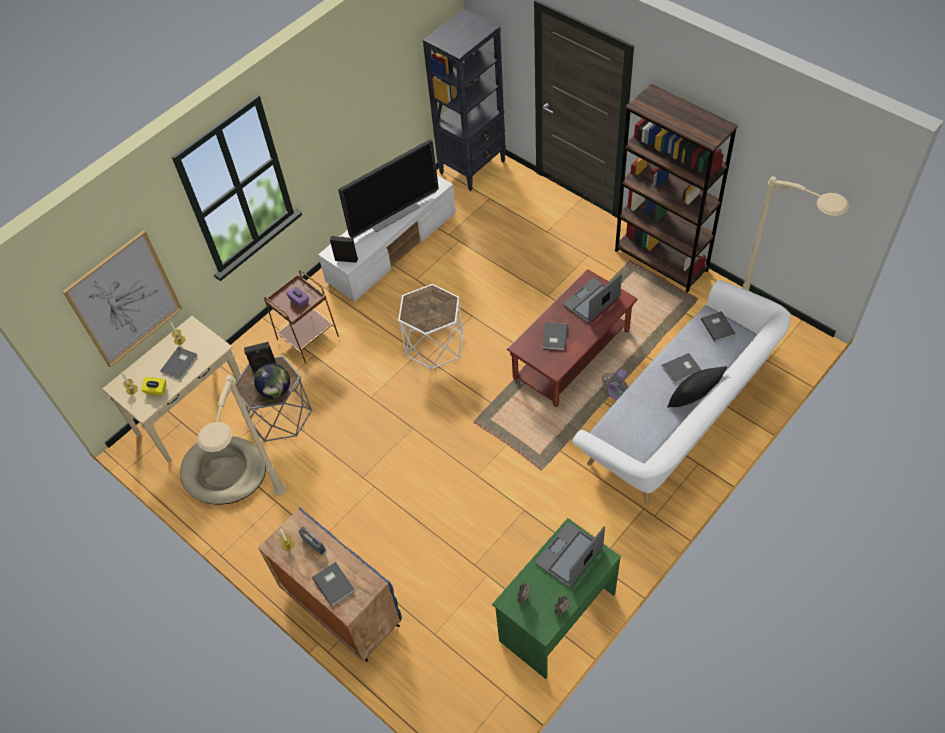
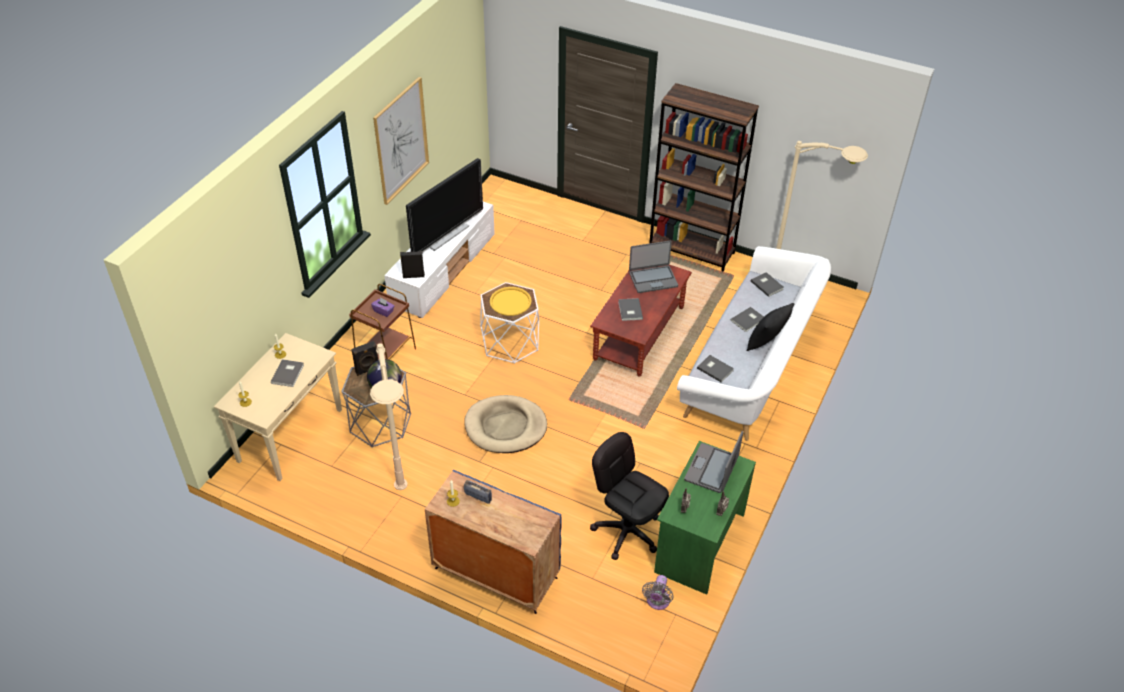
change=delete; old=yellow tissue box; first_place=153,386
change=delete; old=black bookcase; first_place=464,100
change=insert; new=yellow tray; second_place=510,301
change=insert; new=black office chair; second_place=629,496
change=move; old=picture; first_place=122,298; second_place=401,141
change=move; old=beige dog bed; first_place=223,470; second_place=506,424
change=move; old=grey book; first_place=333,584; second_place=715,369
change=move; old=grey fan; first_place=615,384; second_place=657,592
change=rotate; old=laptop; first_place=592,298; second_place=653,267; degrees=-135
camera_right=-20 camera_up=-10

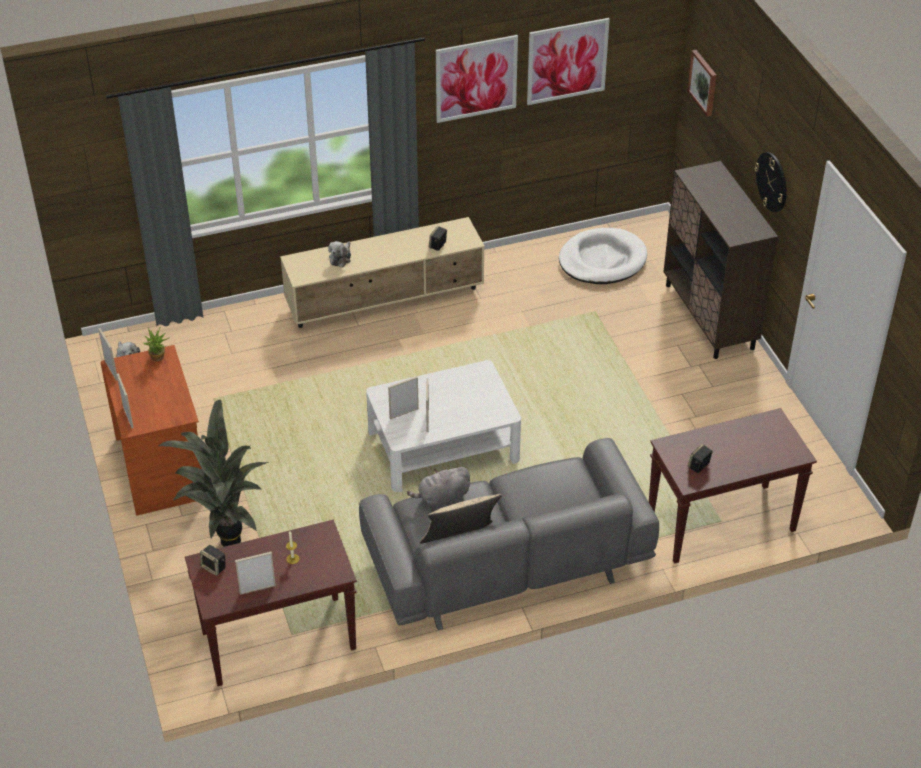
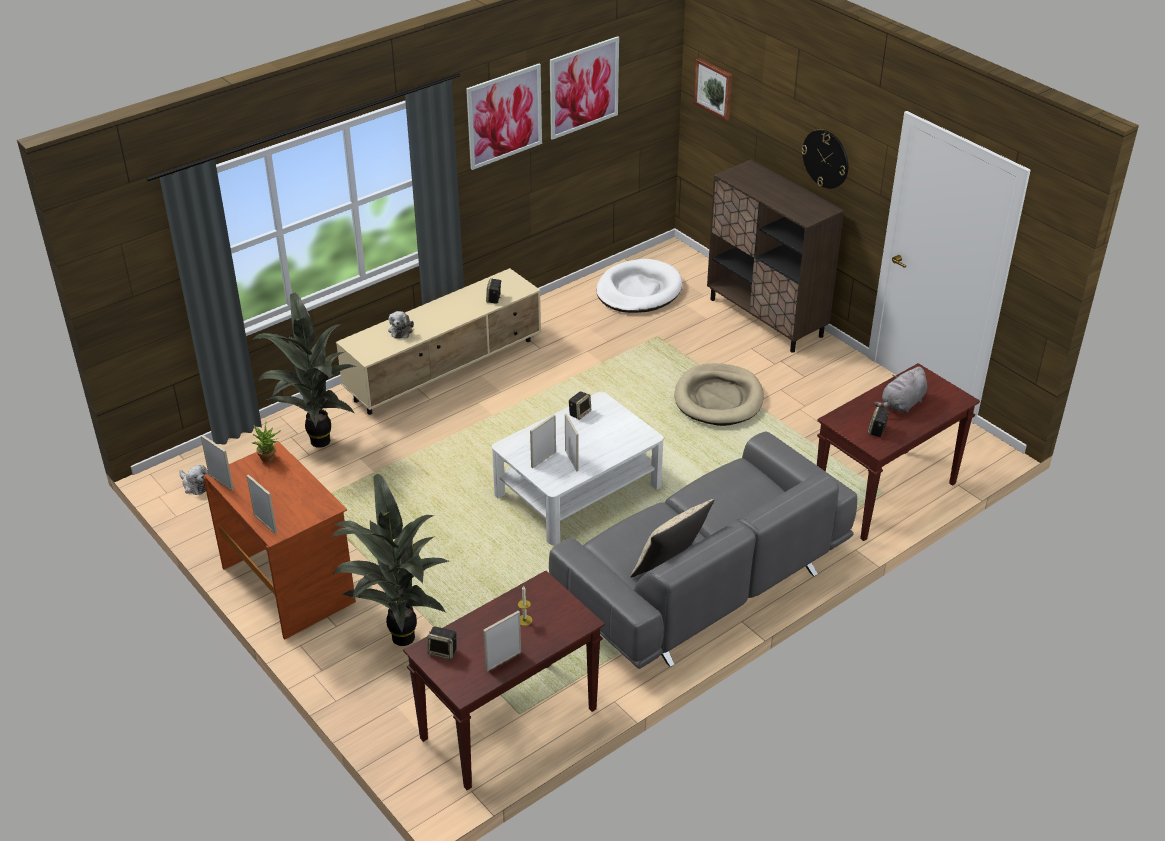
change=insert; new=potted plant; second_place=303,370
change=insert; new=speaker; second_place=580,405
change=insert; new=beige dog bed; second_place=719,394
change=move; old=grey plush toy; first_place=438,487; second_place=900,390
camera_right=-20 camera_up=-5

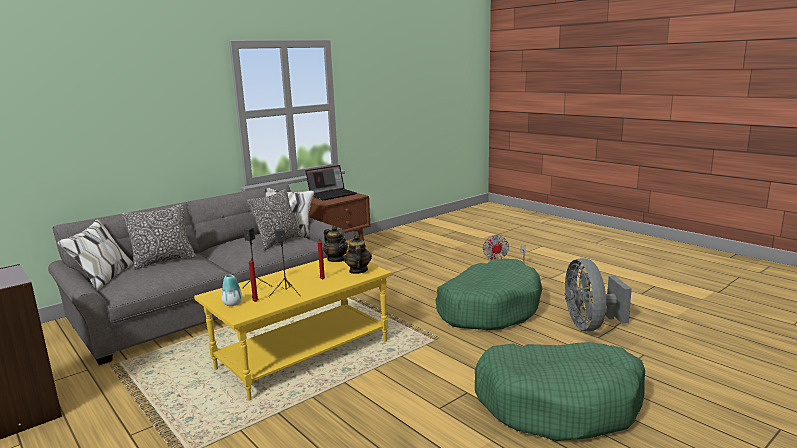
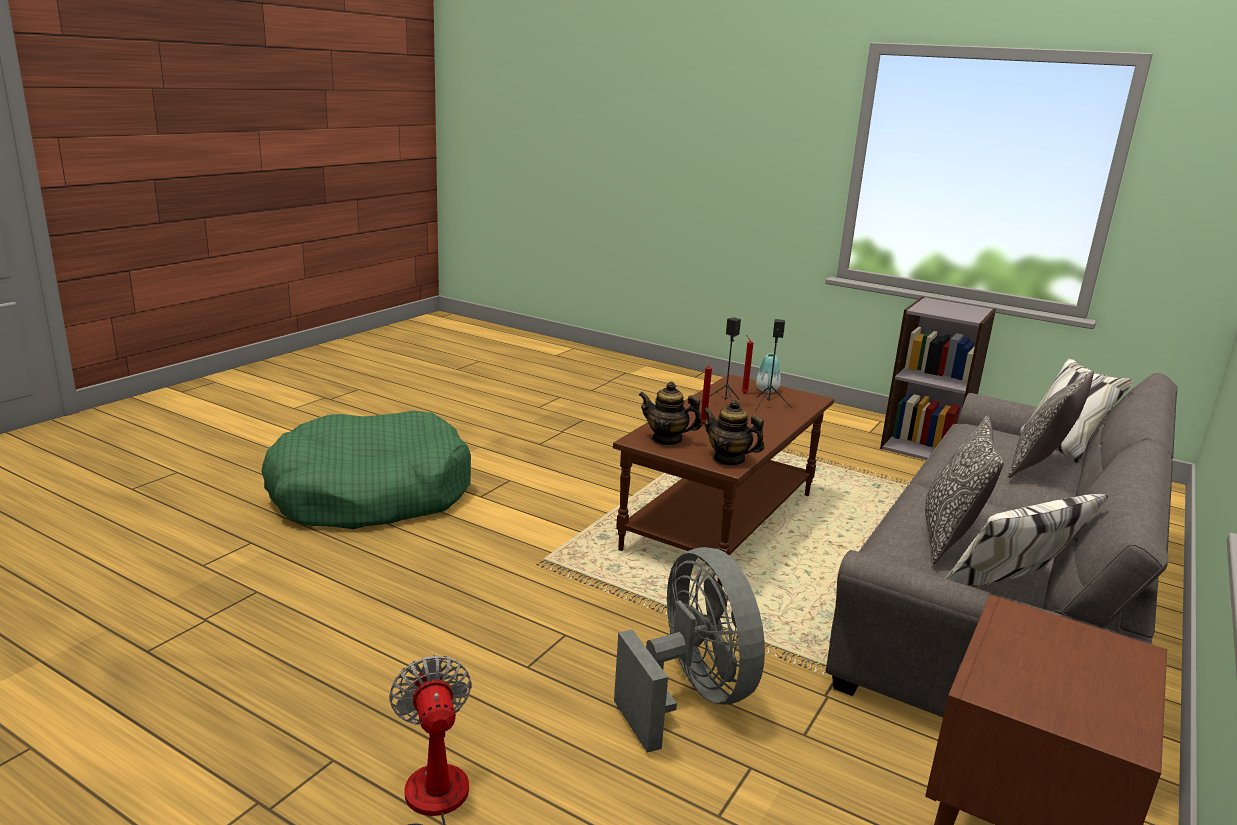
change=delete; old=laptop; first_place=331,182
change=delete; old=green dog bed; first_place=489,294
change=move; old=grey fan; first_place=598,294; second_place=689,650
change=recolor; old=yellow coffee table; new=brown coffee table; first_place=293,328; second_place=723,480
change=rotate; old=teapot; first_place=357,254; second_place=670,414; degrees=135
camera_right=160 camera_up=5

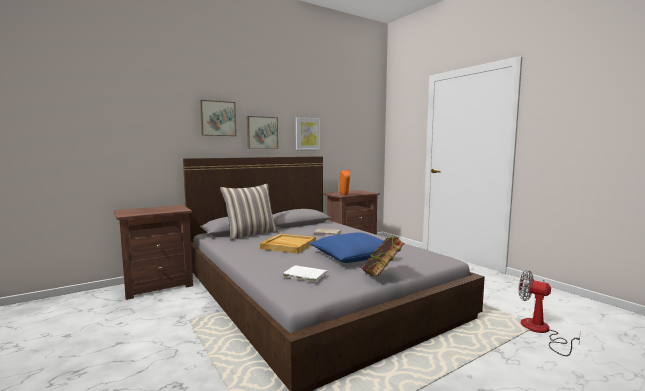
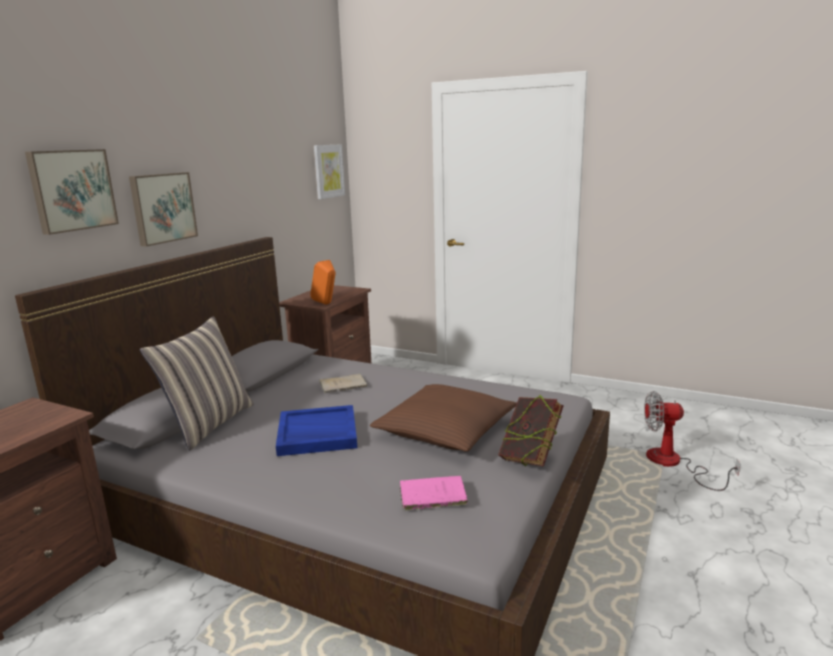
change=move; old=picture; first_place=308,133; second_place=329,171
change=recolor; old=beige tray; new=blue tray; first_place=288,244; second_place=316,430
change=recolor; old=white book; new=pink book; first_place=305,273; second_place=434,493
change=recolor; old=blue pillow; new=brown pillow; first_place=355,247; second_place=443,418
camera_right=-30 camera_up=10

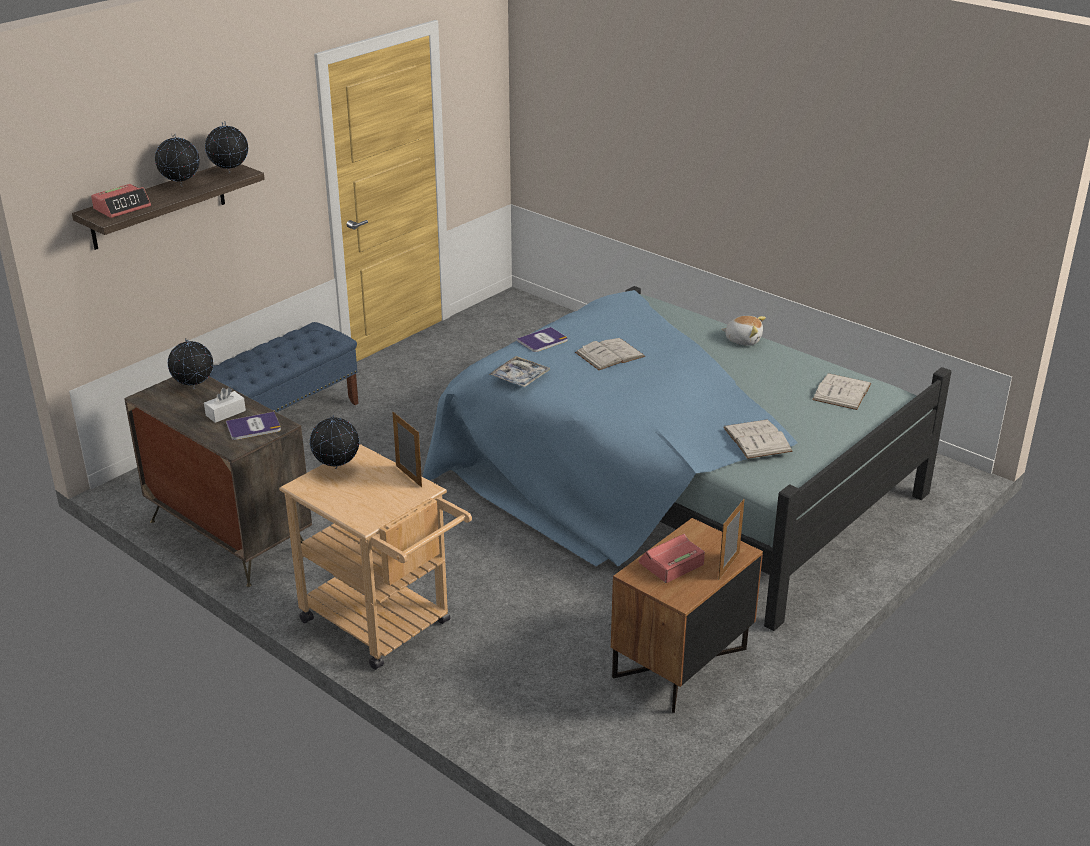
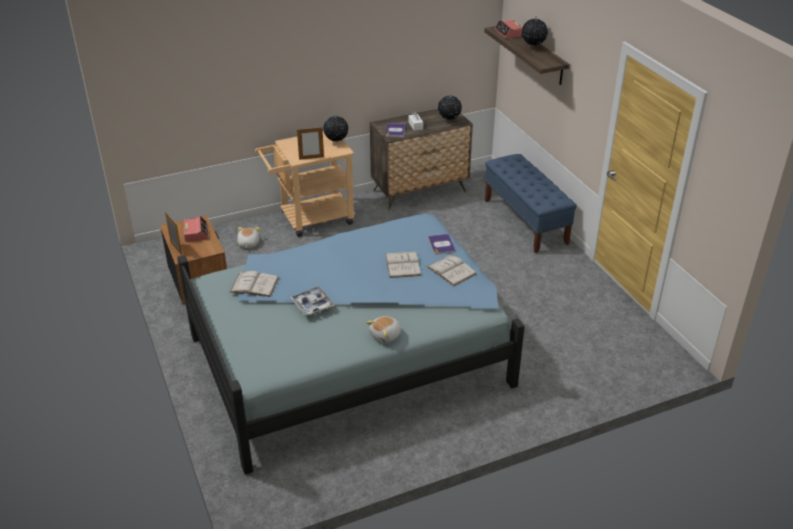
change=delete; old=globe; first_place=226,147
change=insert; new=plush toy; second_place=248,237
change=move; old=tray; first_place=519,371; second_place=312,301
change=move; old=white book; first_place=841,391; second_place=452,270
camera_right=115 camera_up=5

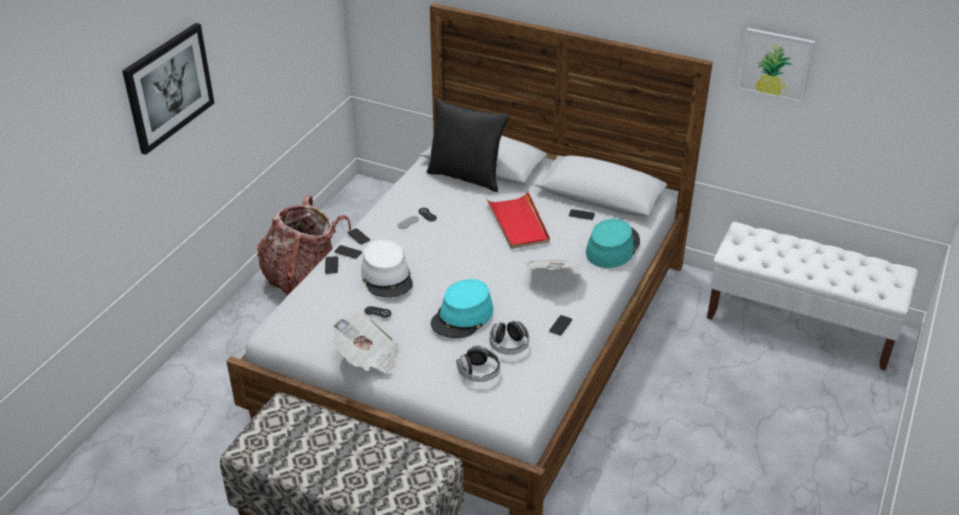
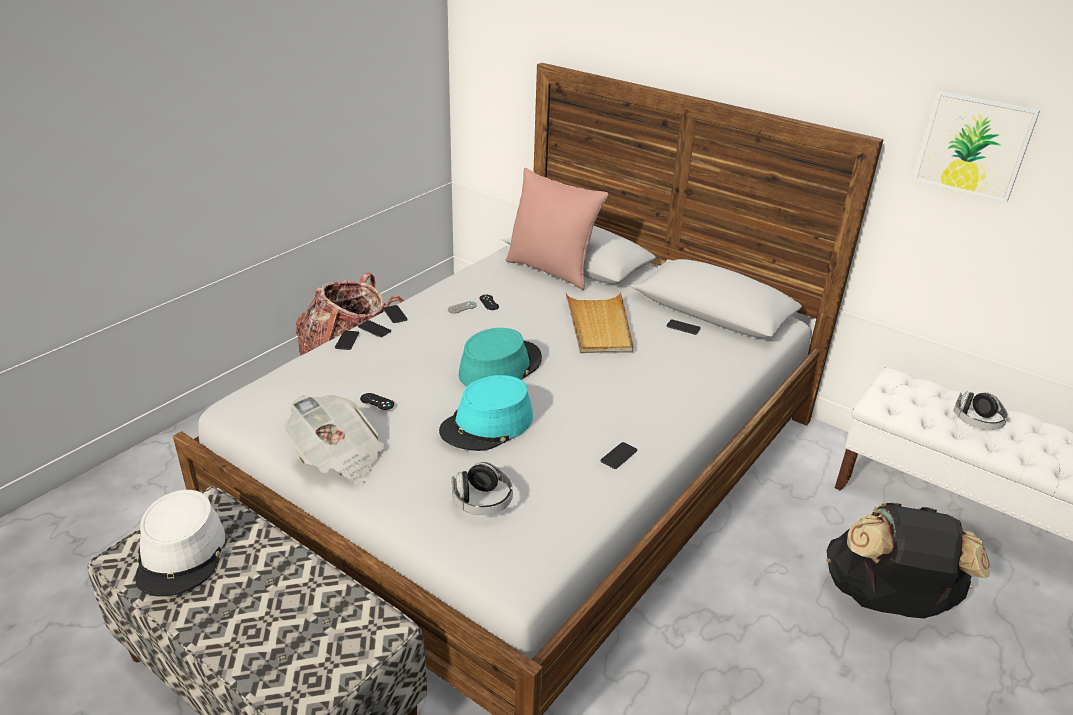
change=delete; old=picture; first_place=168,89
change=delete; old=newspaper; first_place=555,264
change=insert; new=black backpack; second_place=908,560
change=move; old=white hat; first_place=387,268; second_place=180,543
change=move; old=headphones; first_place=509,338; second_place=980,411
change=move; old=turquoise hat; first_place=613,243; second_place=500,357
change=recolor; old=black pillow; new=pink pillow; first_place=468,145; second_place=557,229
change=recolor; old=red tray; new=beige tray; first_place=518,220; second_place=599,322
camera_right=10 camera_up=-5

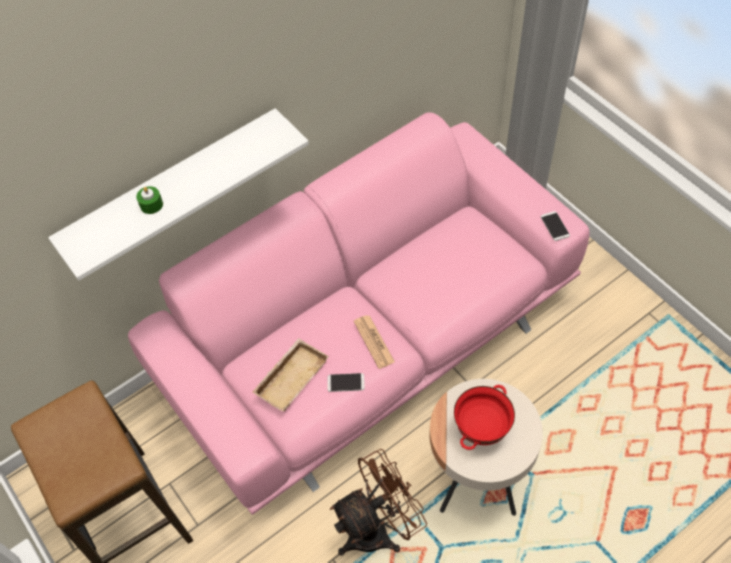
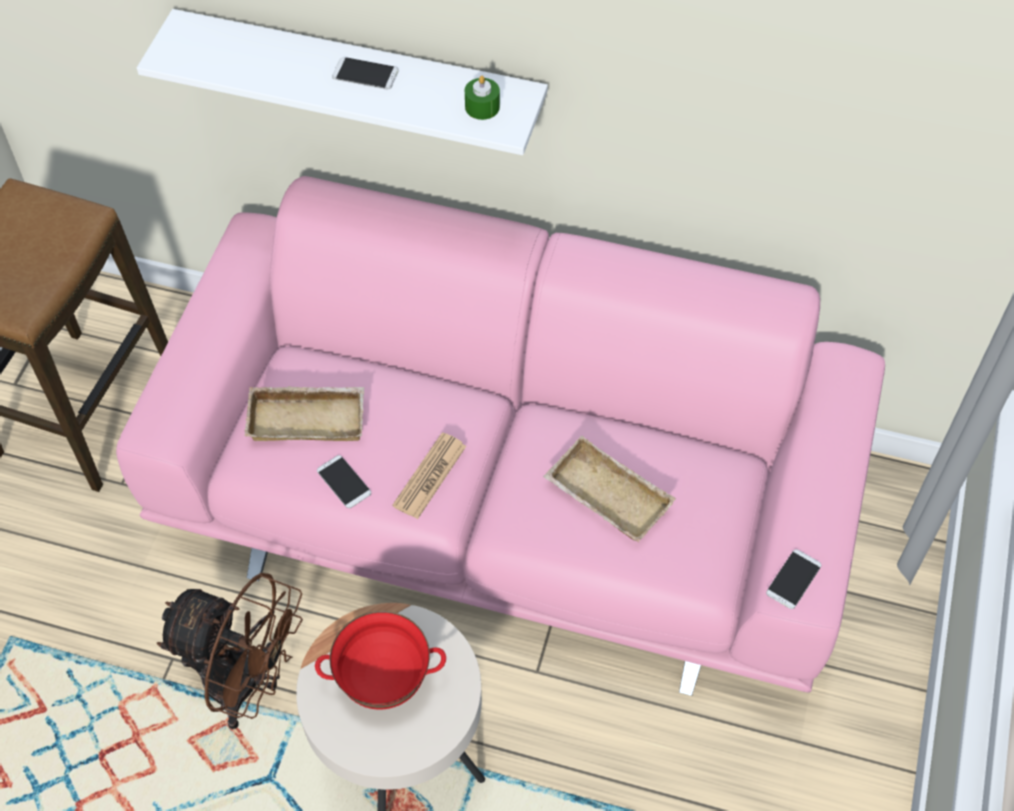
change=insert; new=phone; second_place=365,73
change=insert; new=beige tray; second_place=609,488
change=move; old=green candle; first_place=149,200; second_place=482,98
camera_right=50 camera_up=0

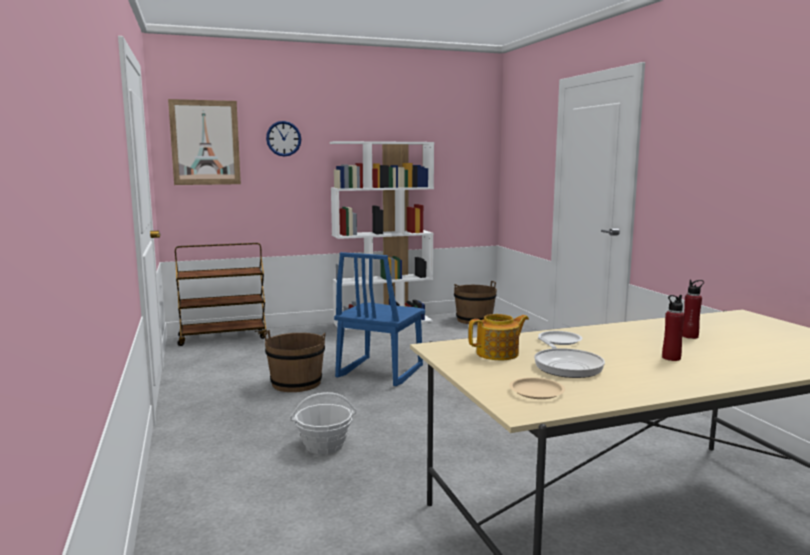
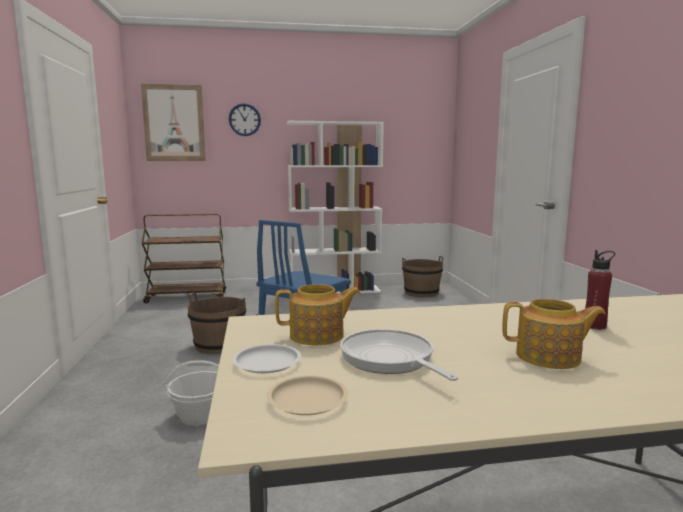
change=move; old=white plate; first_place=560,338; second_place=266,358
change=replace; old=red bottle; new=teapot; first_place=673,328; second_place=554,334
change=rotate; old=frying pan; first_place=569,357; second_place=399,355; degrees=150
camera_right=10 camera_up=0

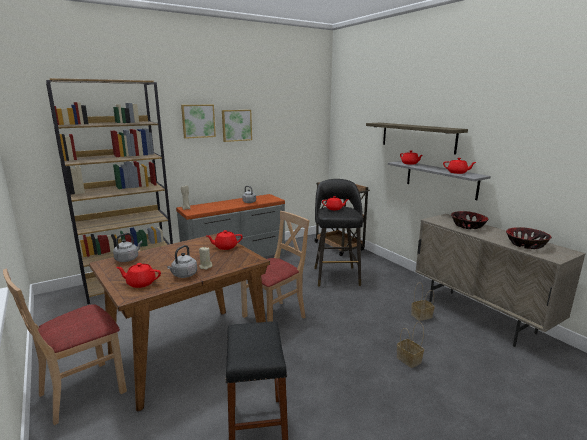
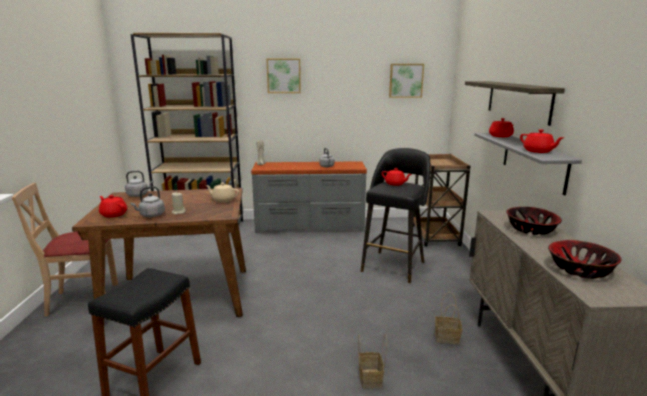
change=delete; old=beige chair; first_place=275,266
change=move; old=picture; first_place=237,126; second_place=406,81
change=recolor; old=red teapot; new=beige teapot; first_place=225,240; second_place=222,192
camera_right=30 camera_up=0

